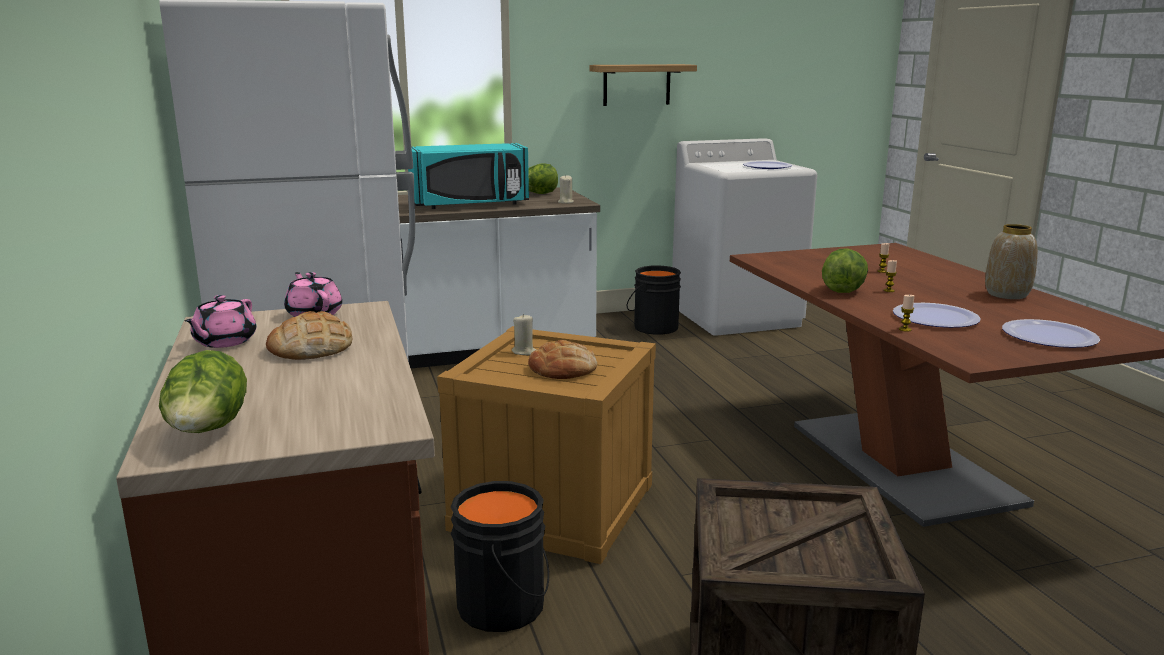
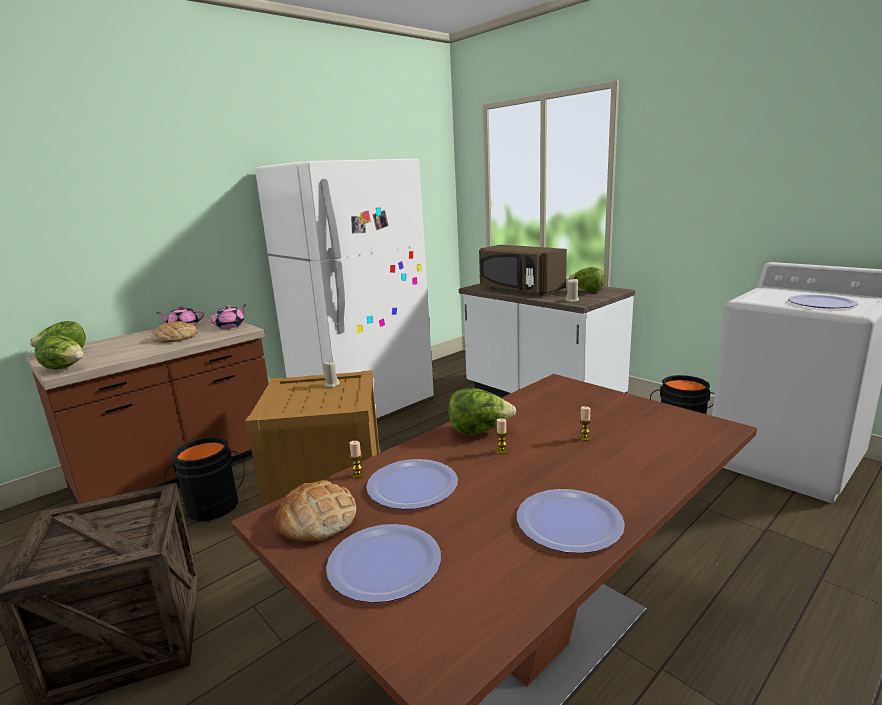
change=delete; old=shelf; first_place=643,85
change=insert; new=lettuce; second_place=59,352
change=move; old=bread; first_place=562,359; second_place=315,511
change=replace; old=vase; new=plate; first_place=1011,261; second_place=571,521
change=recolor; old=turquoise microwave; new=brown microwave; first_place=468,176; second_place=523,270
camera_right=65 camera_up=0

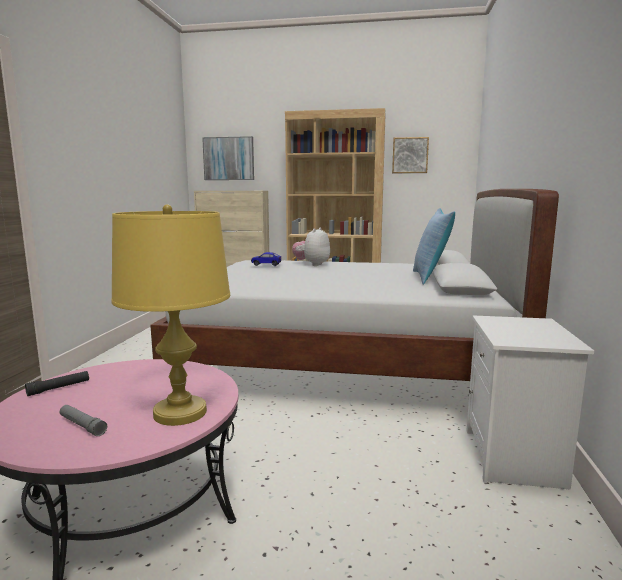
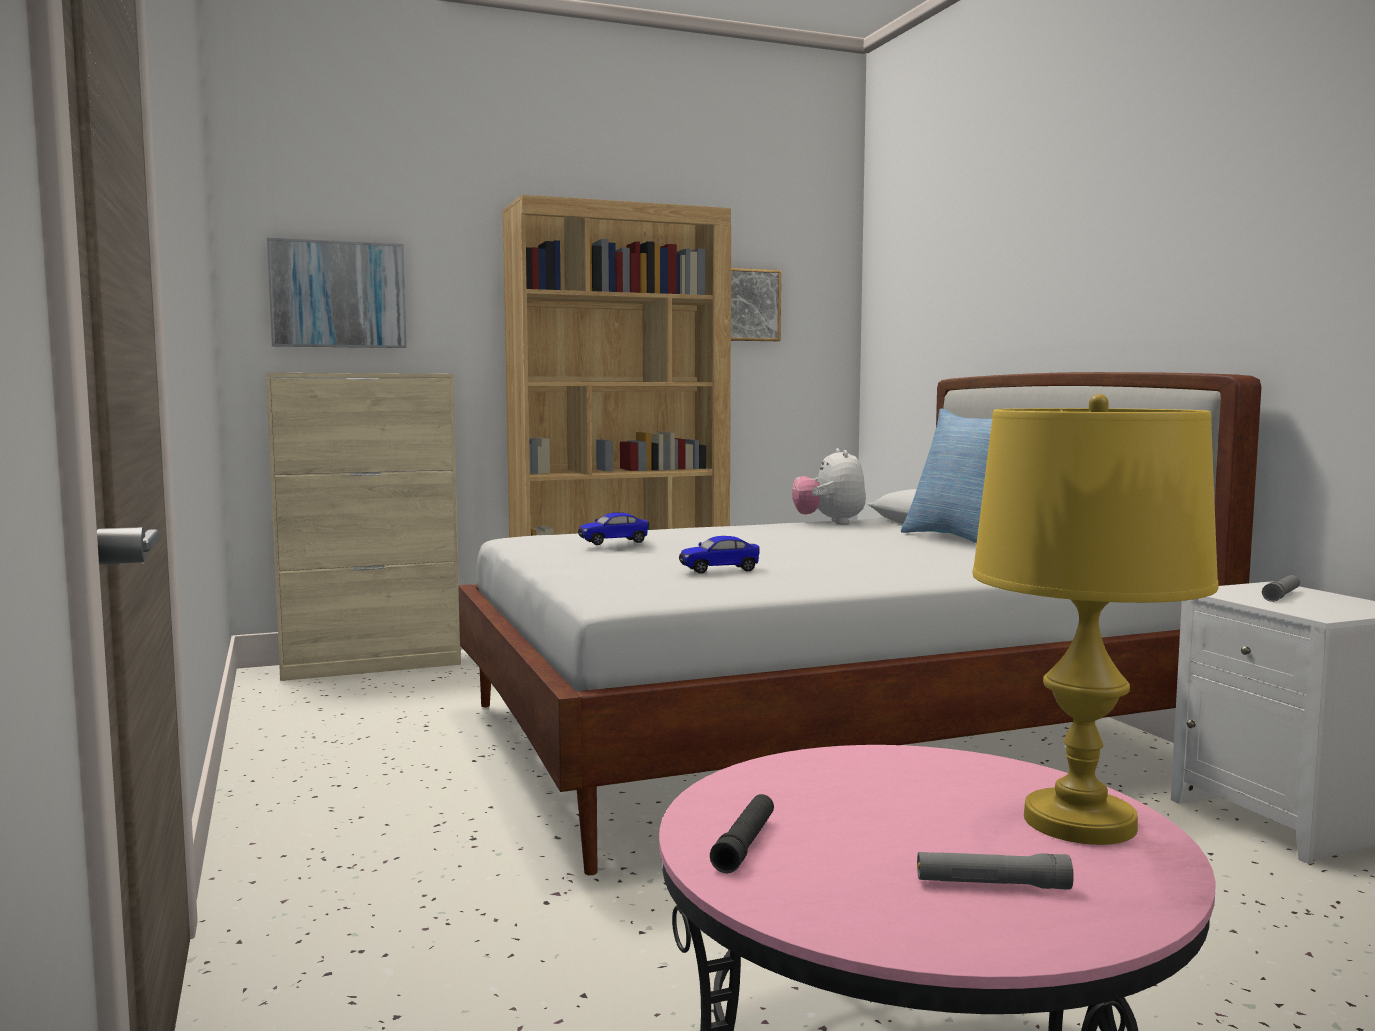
change=insert; new=toy car; second_place=719,555
change=insert; new=grey flashlight; second_place=1281,588
change=move; old=plush toy; first_place=311,247; second_place=829,486
camera_right=-30 camera_up=-5

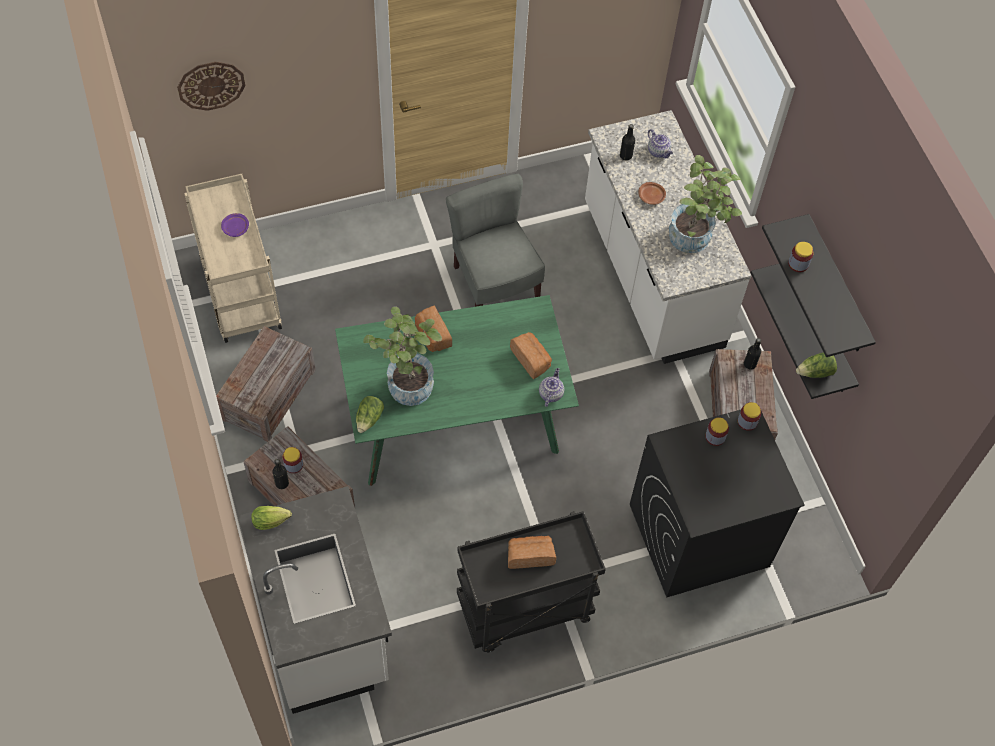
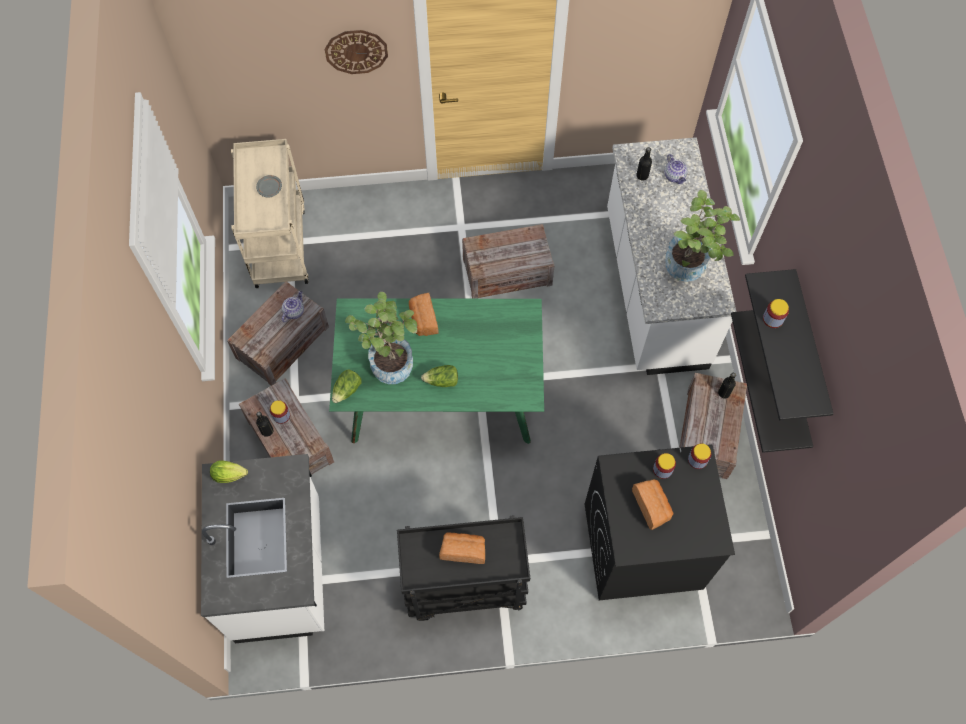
change=delete; old=brown plate; first_place=652,193
change=move; old=wall clock; first_place=211,86; second_place=356,52
change=move; old=bread; first_place=531,355; second_place=652,504
change=move; old=teapot; first_place=551,387; second_place=293,306
change=move; old=lettuce; first_place=816,365; second_place=439,376
change=replace; old=grey chair; new=crate; first_place=495,240; second_place=508,261
change=recolor; old=purple plate; new=grey plate; first_place=235,225; second_place=269,186
camera_right=15 camera_up=5

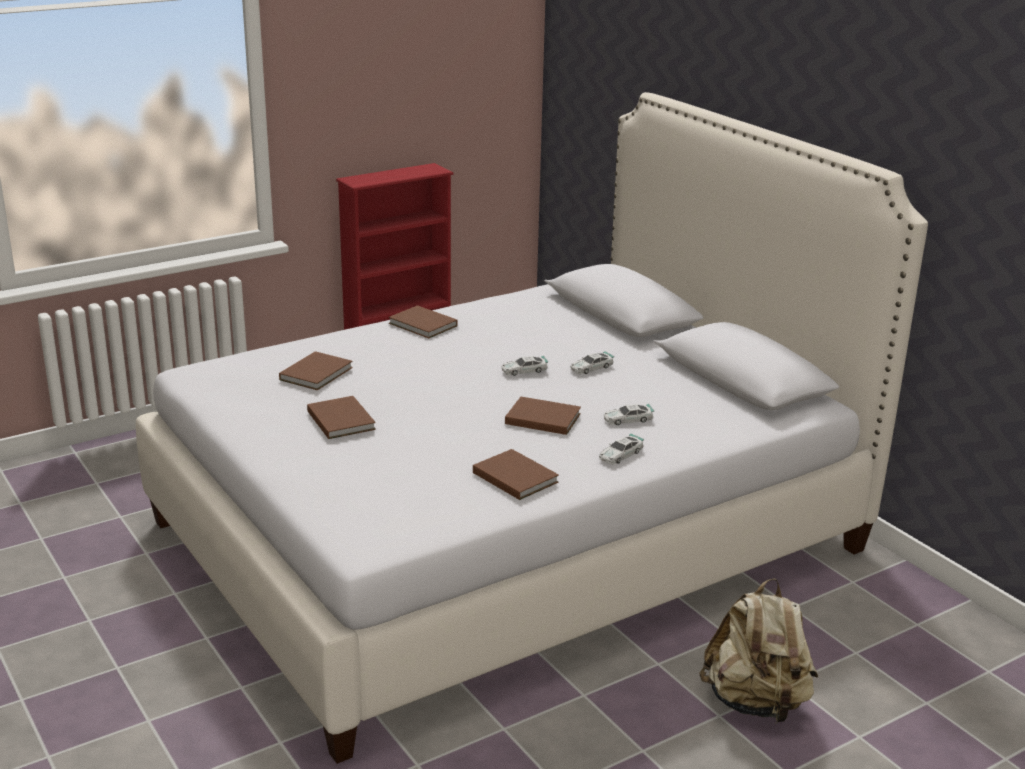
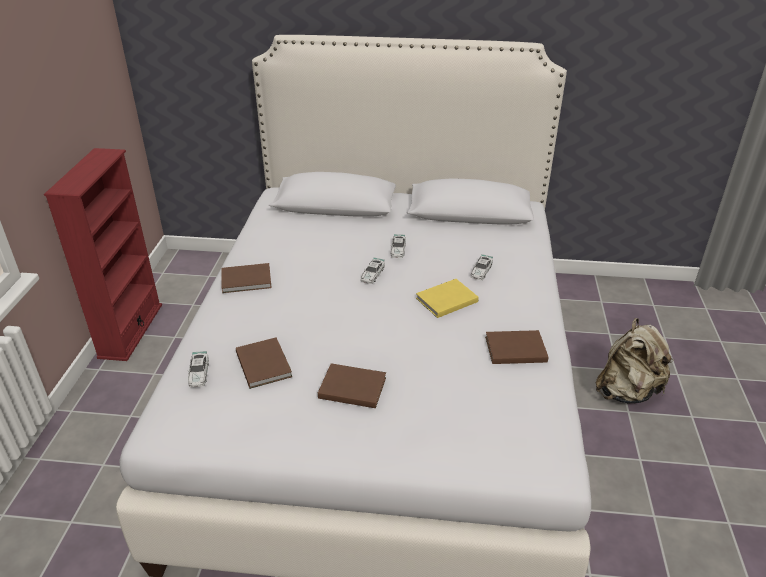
change=move; old=toy car; first_place=621,449; second_place=198,369
change=recolor; old=brown book; new=yellow book; first_place=543,416; second_place=447,298
camera_right=-50 camera_up=10

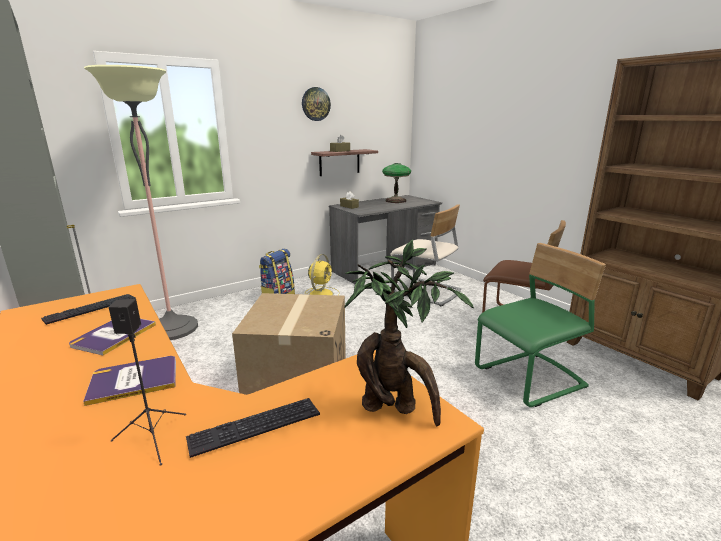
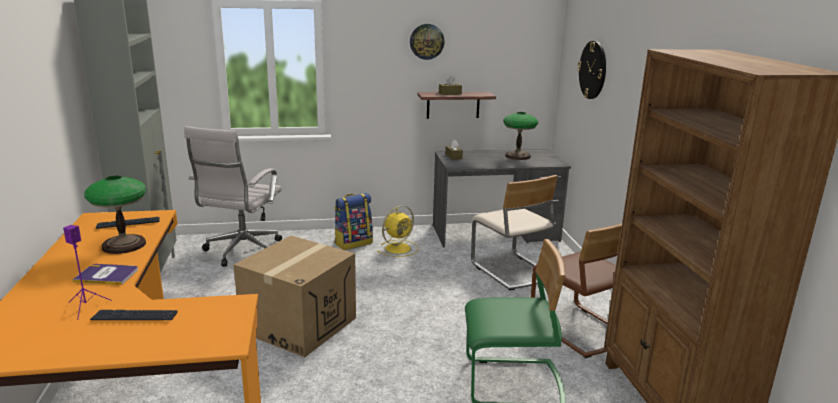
change=delete; old=potted plant; first_place=409,332
change=insert; new=wall clock; second_place=591,70
change=replace; old=book; new=table lamp; first_place=112,337; second_place=115,215
change=replace; old=floor lamp; new=white office chair; first_place=141,202; second_place=233,196
change=recolor; old=black speaker; new=purple speaker; first_place=147,382; second_place=87,272
camera_right=25 camera_up=0

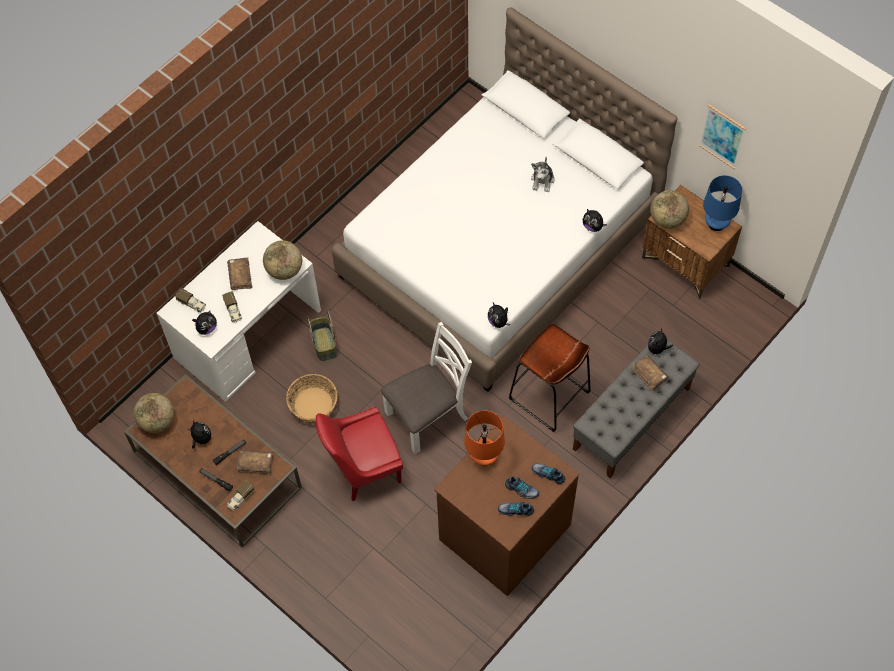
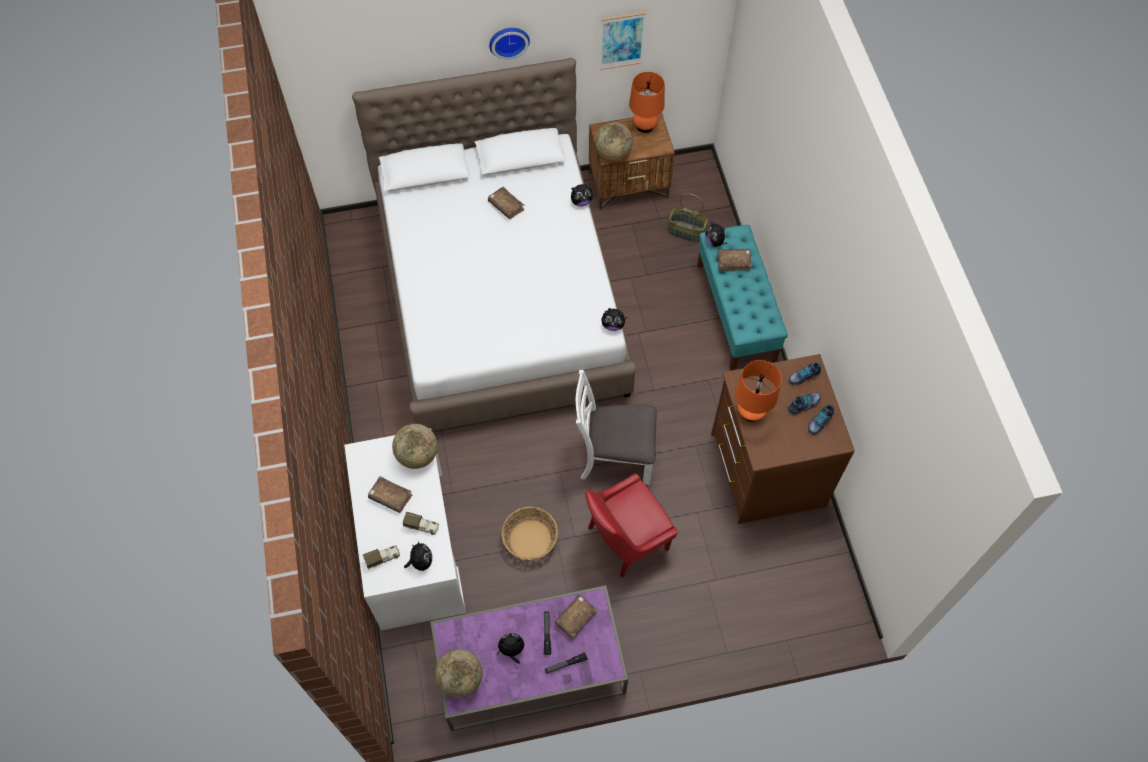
change=delete; old=toy truck; first_place=241,495
change=delete; old=brown stool; first_place=550,378
change=insert; new=wall clock; second_place=509,44
change=move; old=basket; first_place=322,336; second_place=688,218
change=replace; old=plush toy; new=brown book; first_place=543,174; second_place=506,203
change=recolor; old=brown coffee table; new=purple coffee table; first_place=213,460; second_place=529,658
change=recolor; old=grey bench; new=turquoise bench; first_place=636,409; second_place=742,298
change=recolor; old=blue table lamp; new=orange table lamp; first_place=722,203; second_place=647,102
change=rotate; old=red chair; first_place=359,454; second_place=631,525; degrees=45
change=rotate; old=white chair; first_place=426,388; second_place=616,427; degrees=-90
camera_right=-55 camera_up=0

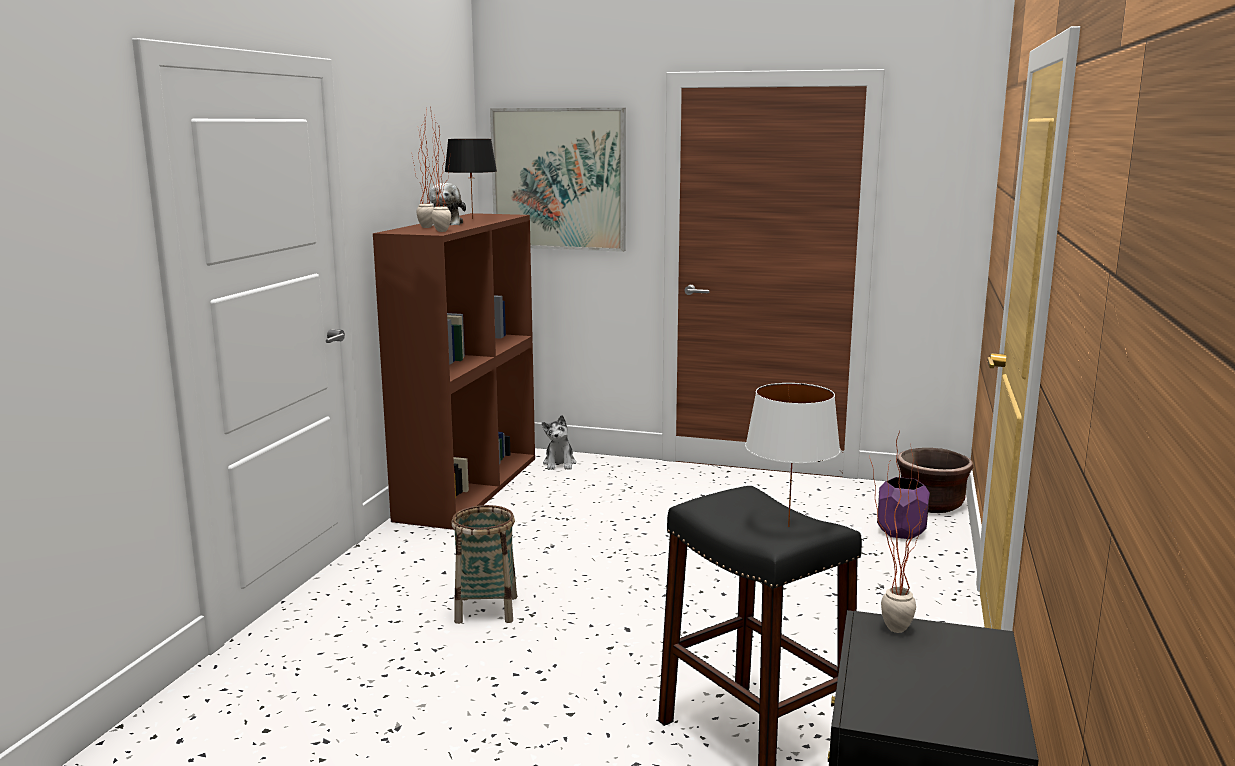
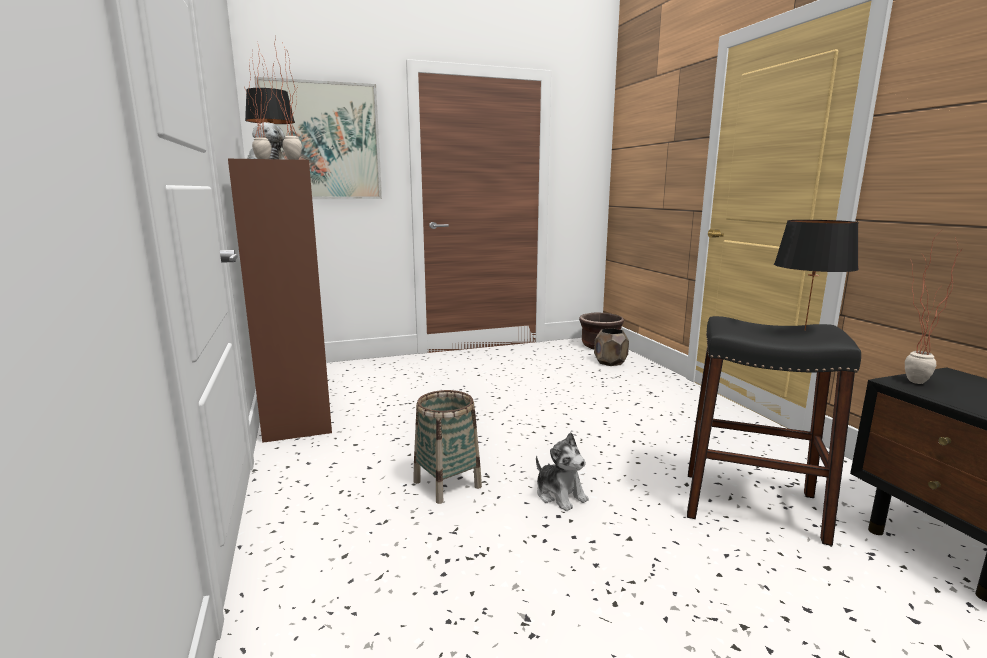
change=move; old=plush toy; first_place=559,442; second_place=562,471
change=recolor; old=white table lamp; new=black table lamp; first_place=792,455; second_place=816,275
change=recolor; old=purple planter; new=brown planter; first_place=903,508; second_place=611,347
camera_right=-35 camera_up=0

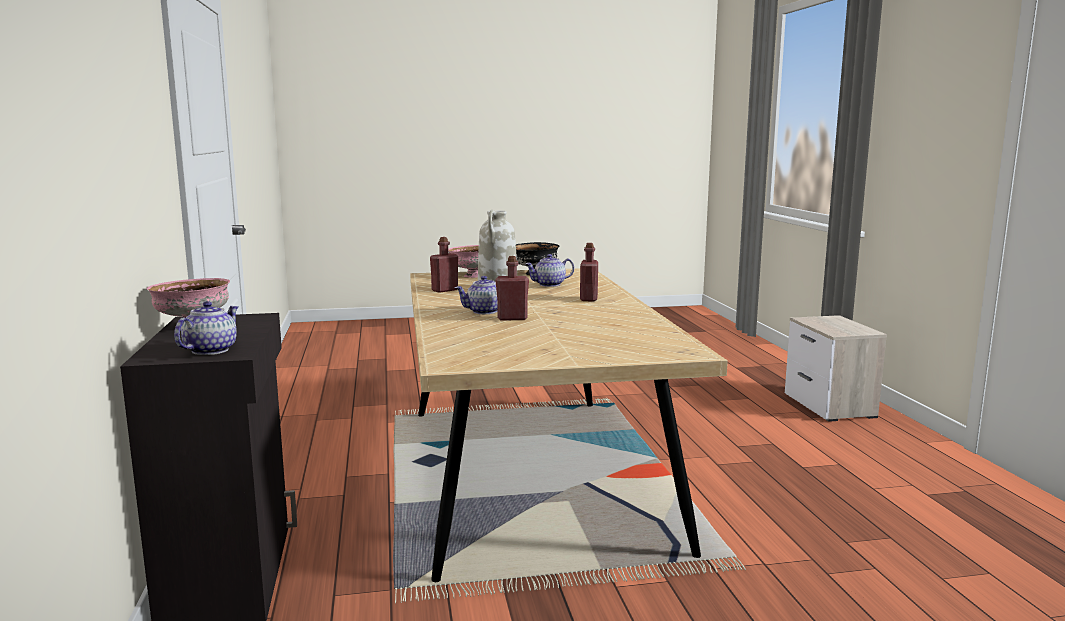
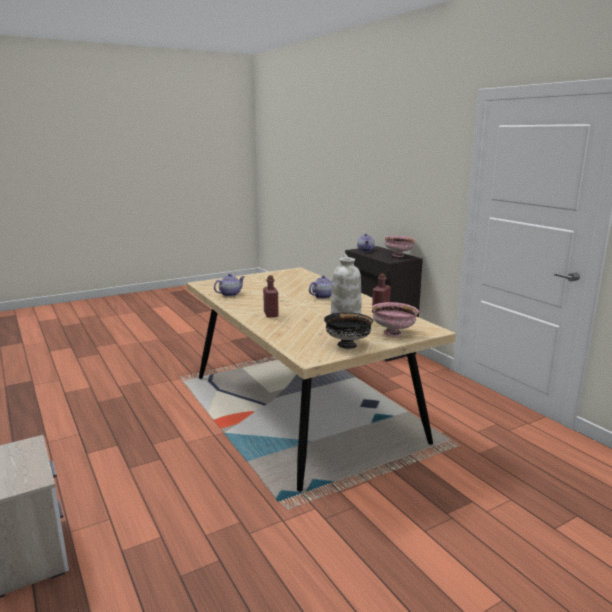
change=delete; old=red bottle; first_place=512,288
change=move; old=teapot; first_place=550,270; second_place=229,285
camera_right=160 camera_up=5

